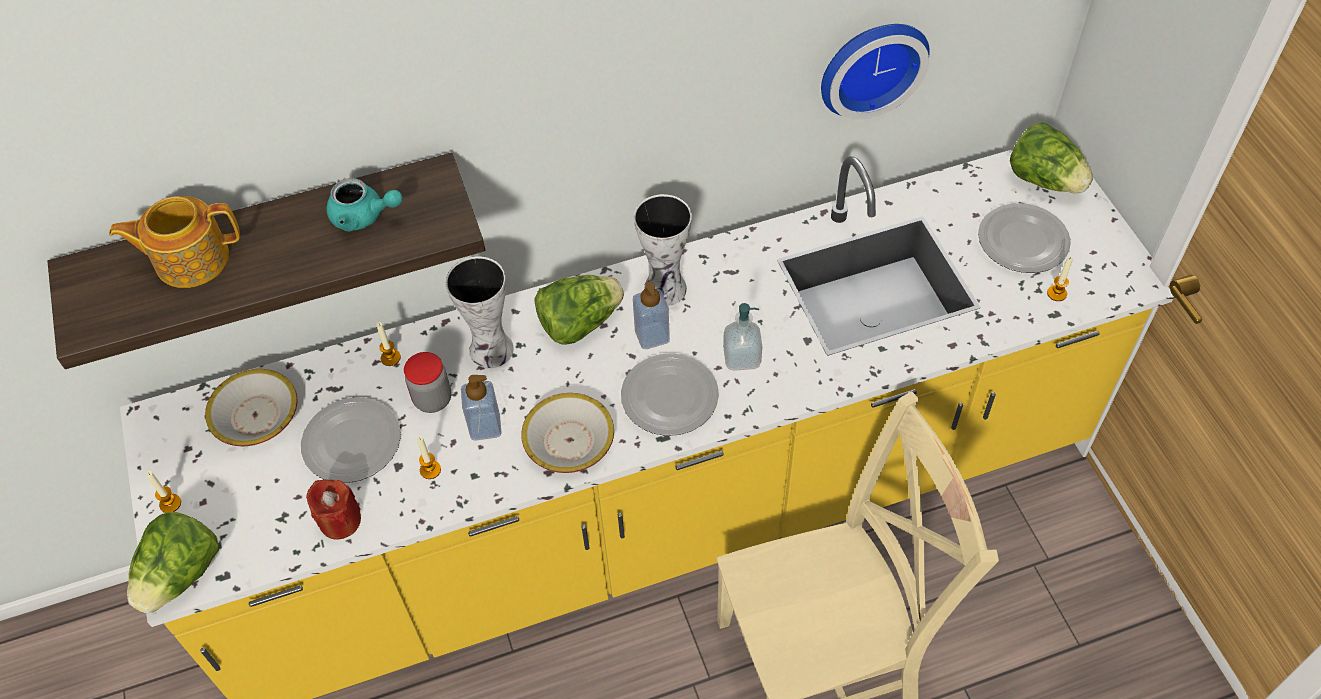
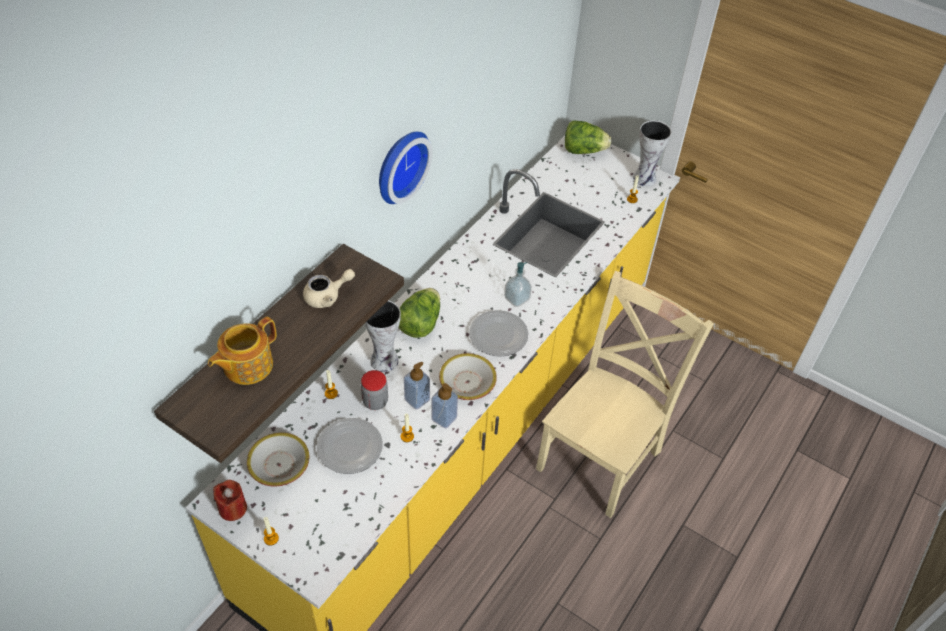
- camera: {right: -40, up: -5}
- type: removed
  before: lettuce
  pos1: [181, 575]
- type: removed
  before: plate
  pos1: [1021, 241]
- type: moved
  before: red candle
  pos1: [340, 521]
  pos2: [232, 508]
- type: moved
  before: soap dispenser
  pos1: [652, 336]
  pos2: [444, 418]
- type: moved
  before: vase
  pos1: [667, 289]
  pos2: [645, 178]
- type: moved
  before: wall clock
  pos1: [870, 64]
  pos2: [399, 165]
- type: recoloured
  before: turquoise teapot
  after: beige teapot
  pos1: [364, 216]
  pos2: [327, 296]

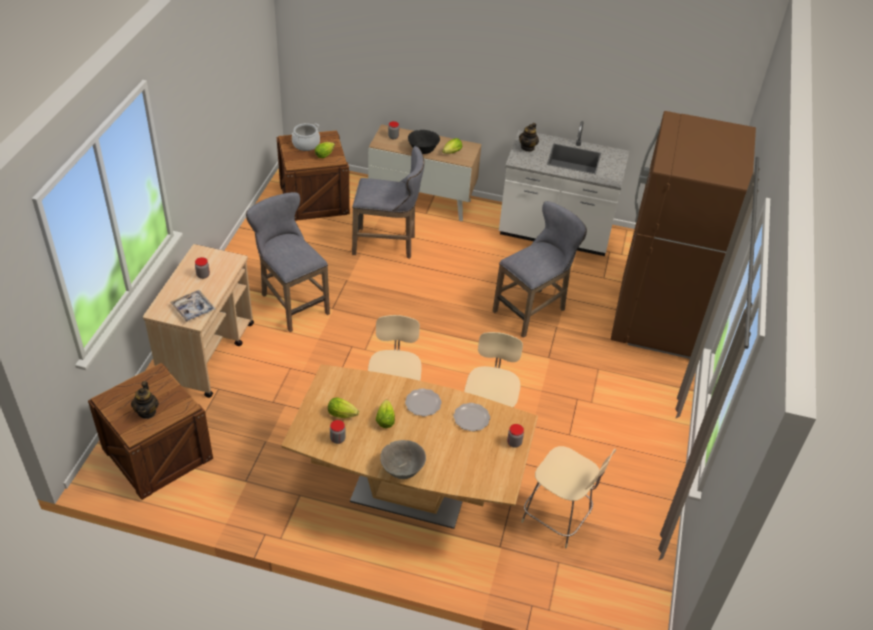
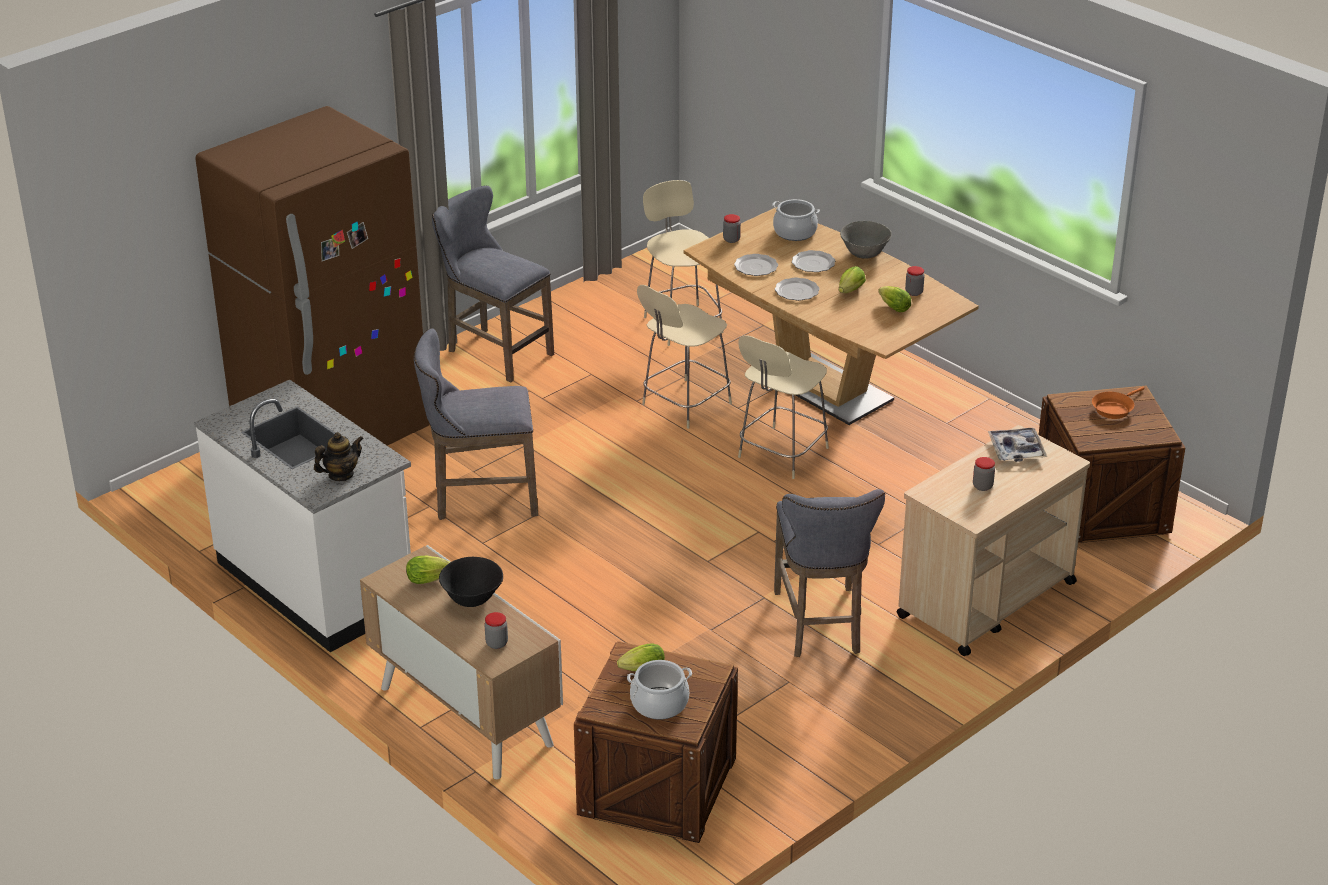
- camera: {right: -145, up: -10}
- type: added
  after: cooking pot
  pos2: [795, 232]
- type: added
  after: plate
  pos2: [814, 263]
- type: moved
  before: grey stool
  pos1: [387, 244]
  pos2: [494, 352]
- type: replaced
  before: teapot
  after: orange frying pan
  pos1: [147, 412]
  pos2: [1114, 408]

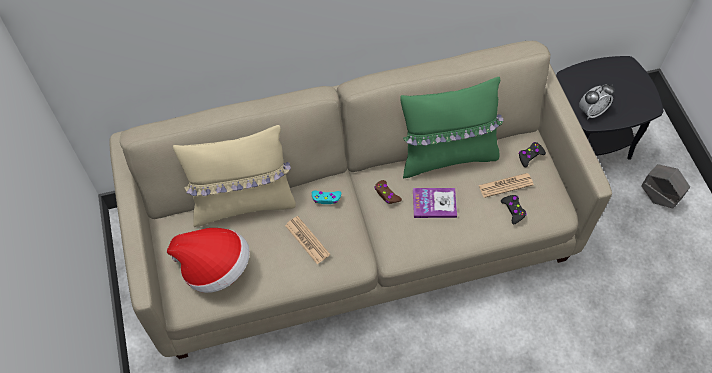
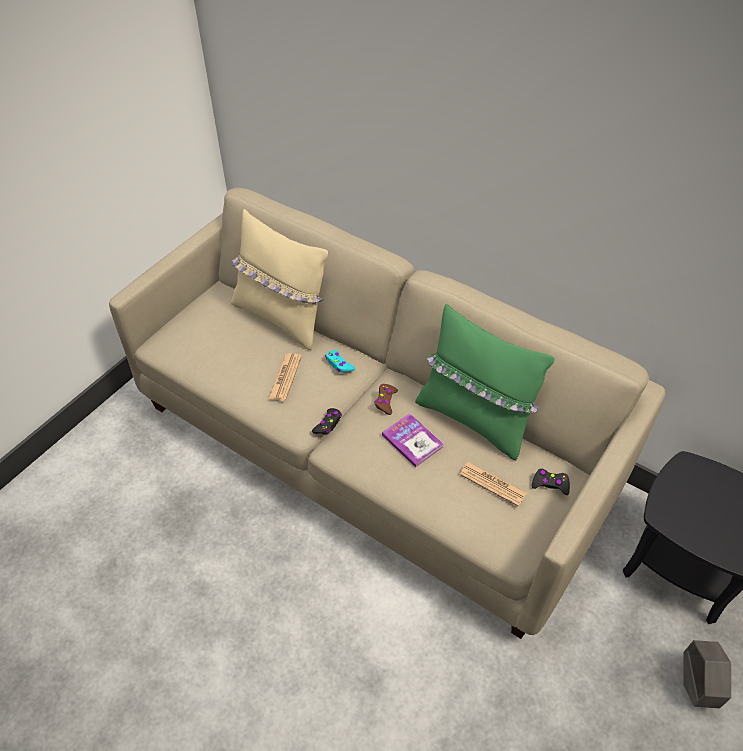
- camera: {right: 50, up: -10}
- type: removed
  before: hat
  pos1: [215, 268]
- type: removed
  before: alarm clock
  pos1: [591, 112]
- type: moved
  before: black game controller
  pos1: [513, 210]
  pos2: [328, 424]

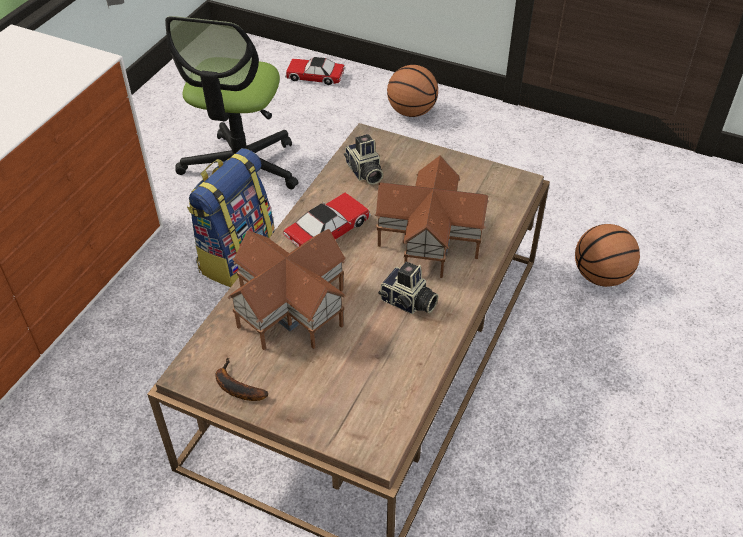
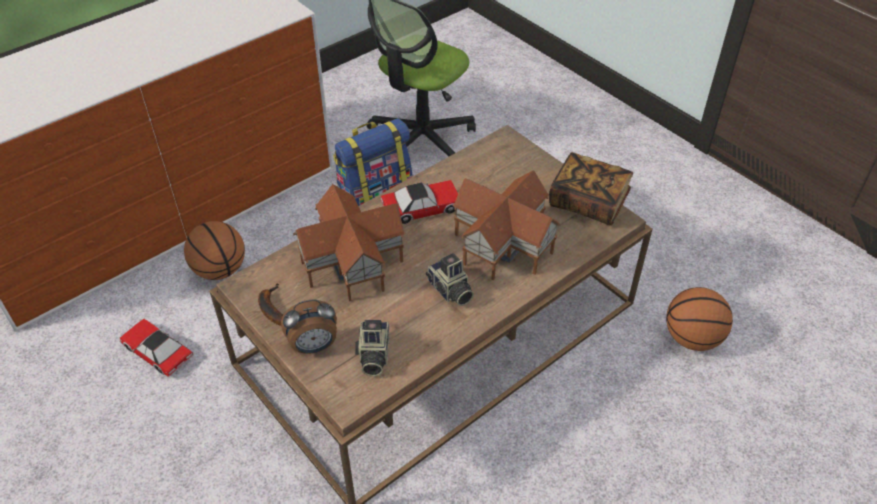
- camera: {right: 25, up: 0}
- type: added
  after: alarm clock
  pos2: [314, 346]
- type: added
  after: book
  pos2: [588, 202]
- type: moved
  before: toy car
  pos1: [315, 76]
  pos2: [158, 352]
- type: moved
  before: photo camera
  pos1: [364, 172]
  pos2: [373, 356]
- type: moved
  before: basketball
  pos1: [411, 112]
  pos2: [220, 270]

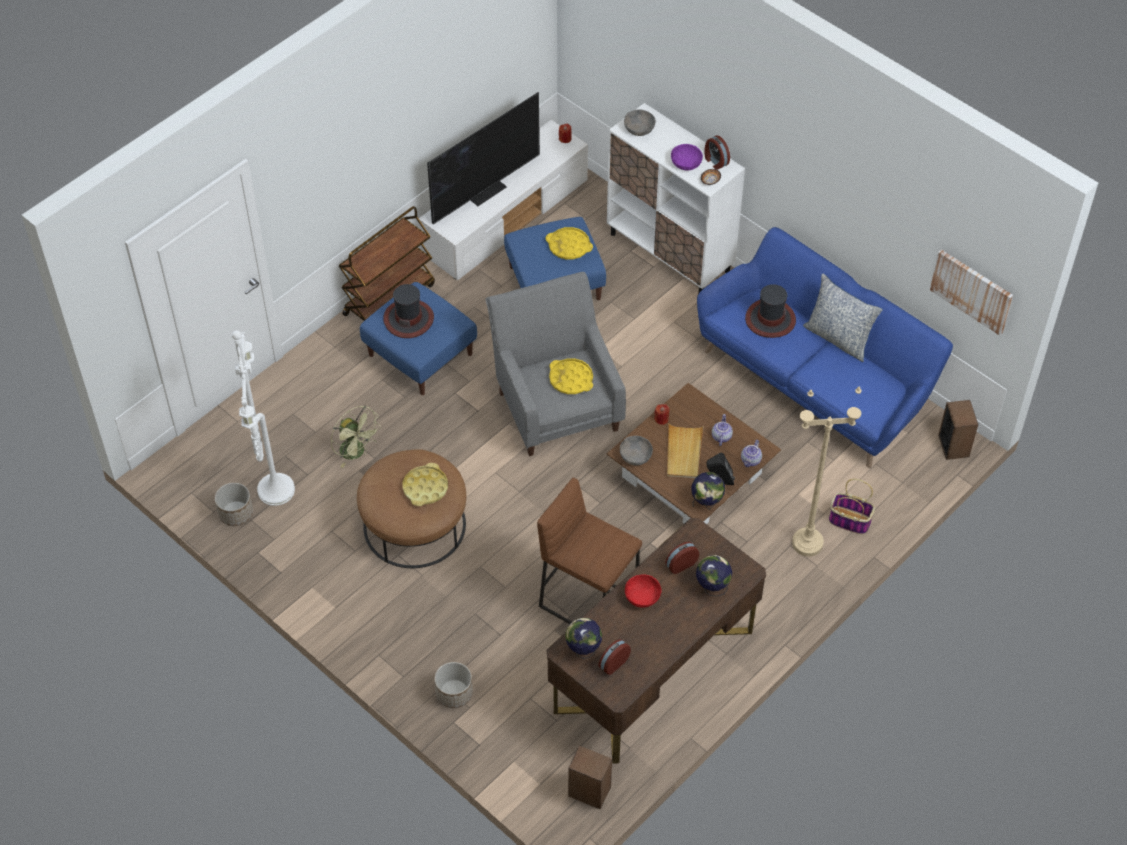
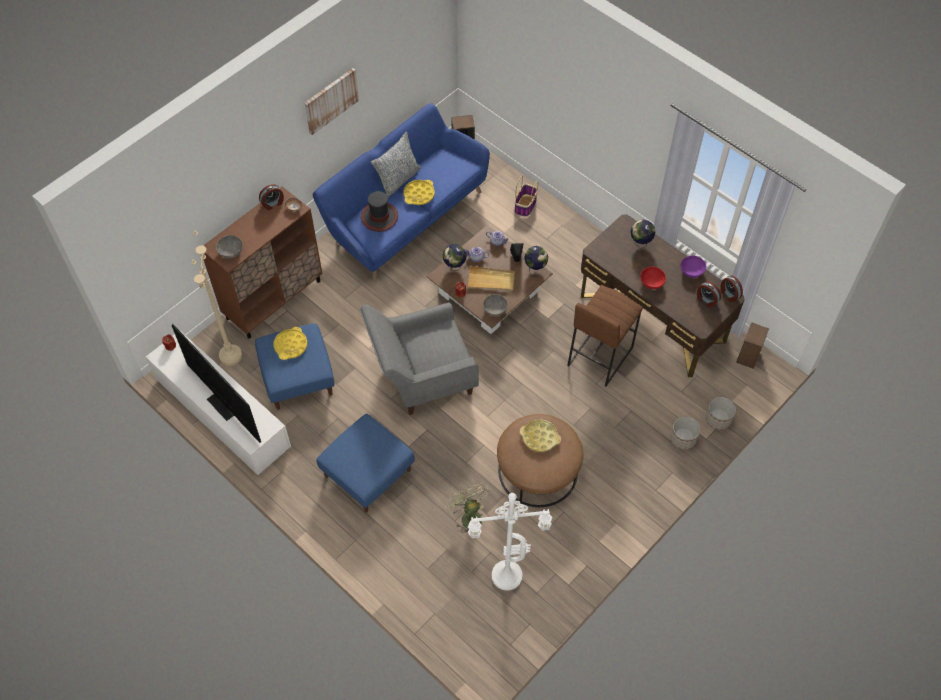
- camera: {right: -90, up: 5}
- type: removed
  before: brown cart
  pos1: [389, 298]
- type: removed
  before: hat
  pos1: [408, 318]
- type: moved
  before: planter
  pos1: [235, 513]
  pos2: [718, 419]
- type: moved
  before: yellow tray
  pos1: [571, 379]
  pos2: [419, 194]
- type: moved
  before: globe
  pos1: [583, 650]
  pos2: [454, 266]
- type: moved
  before: alarm clock
  pos1: [680, 564]
  pos2: [729, 294]
- type: moved
  before: purple bowl
  pos1: [686, 164]
  pos2: [692, 271]
- type: moved
  before: beige floor lamp
  pos1: [807, 543]
  pos2: [230, 355]
- type: moved
  before: picture
  pos1: [972, 291]
  pos2: [331, 100]
- type: recoloured
  before: white cabinet
  after: brown cabinet
  pos1: [670, 253]
  pos2: [274, 299]
- type: turned
  before: green fan
  pos1: [356, 452]
  pos2: [468, 516]
  turn: -75

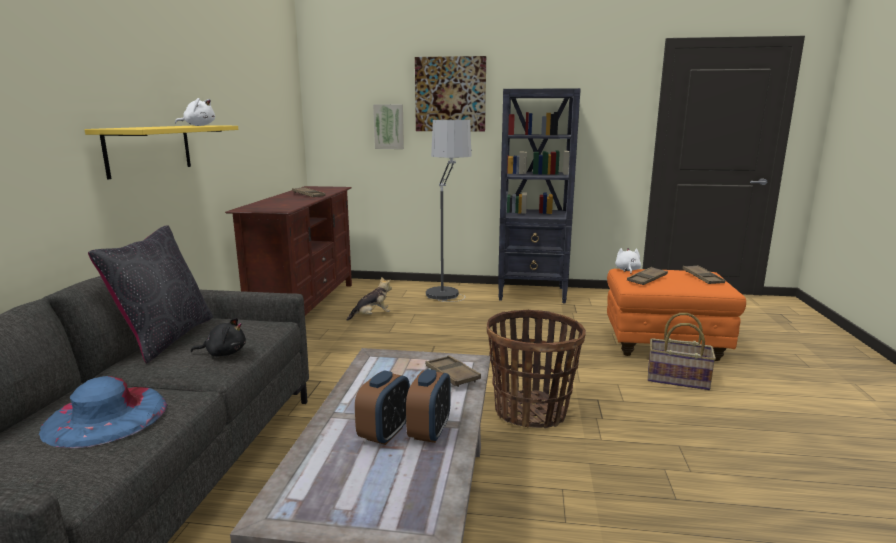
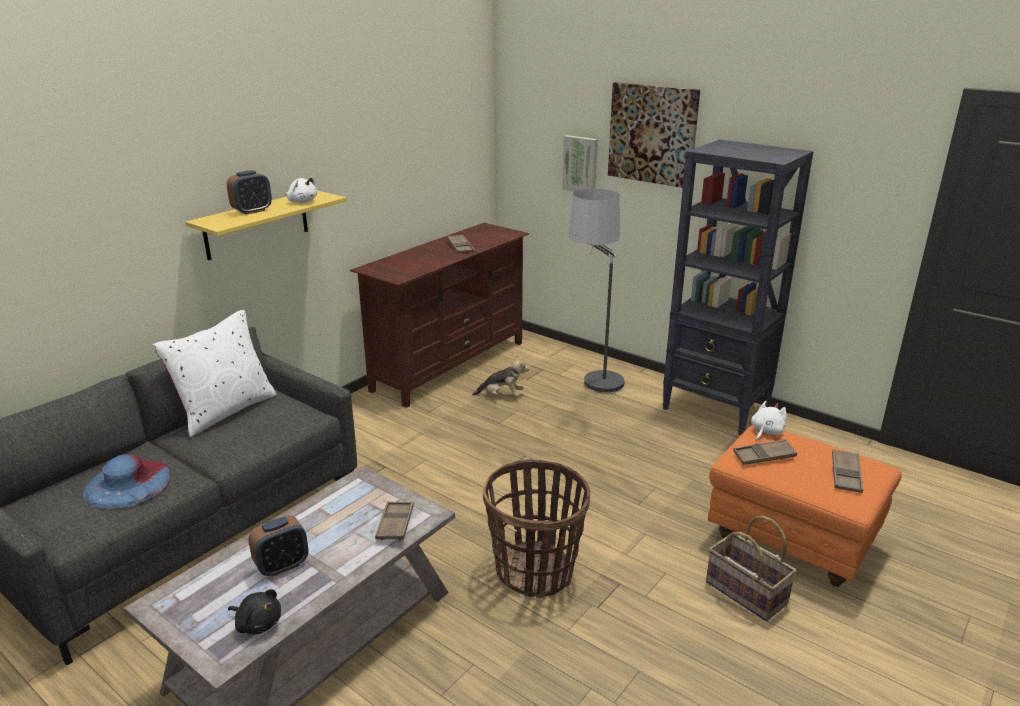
- camera: {right: 30, up: 10}
- type: moved
  before: black plush toy
  pos1: [224, 353]
  pos2: [258, 623]
- type: moved
  before: alarm clock
  pos1: [429, 432]
  pos2: [252, 211]
- type: recoloured
  before: black pillow
  after: white pillow
  pos1: [165, 338]
  pos2: [225, 411]

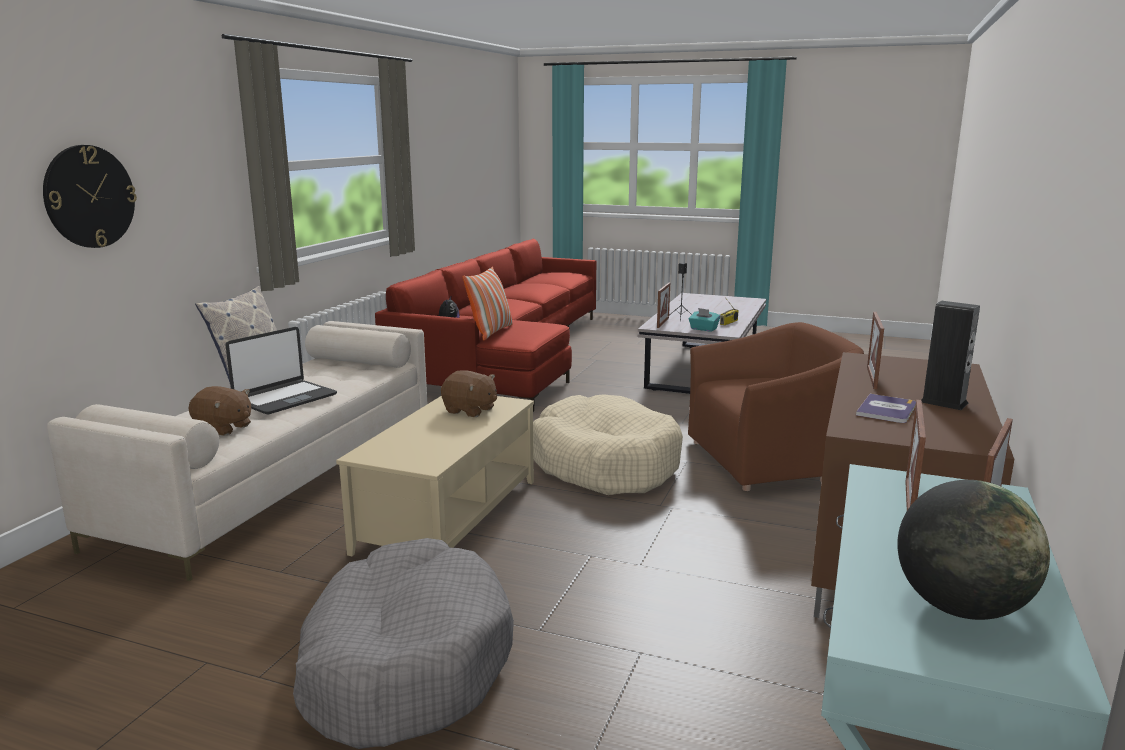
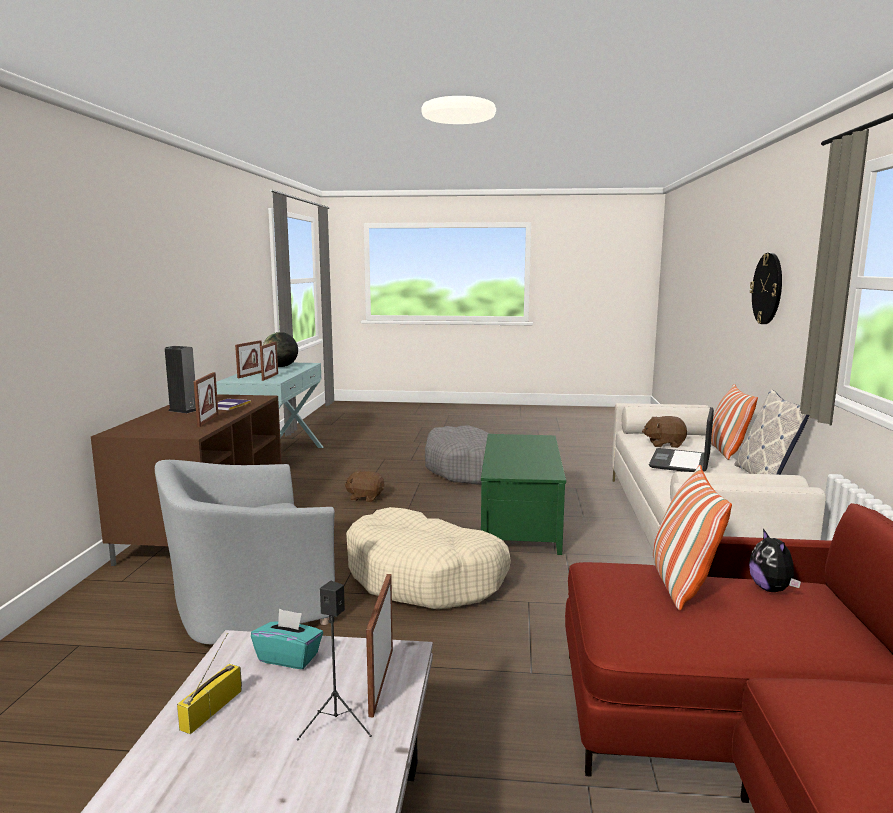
- camera: {right: 165, up: -5}
- type: added
  after: pillow
  pos2: [725, 451]
- type: moved
  before: brown plush toy
  pos1: [470, 410]
  pos2: [365, 497]
- type: recoloured
  before: beige coffee table
  after: green coffee table
  pos1: [447, 515]
  pos2: [521, 521]
- type: recoloured
  before: brown armchair
  after: grey armchair
  pos1: [766, 460]
  pos2: [248, 605]

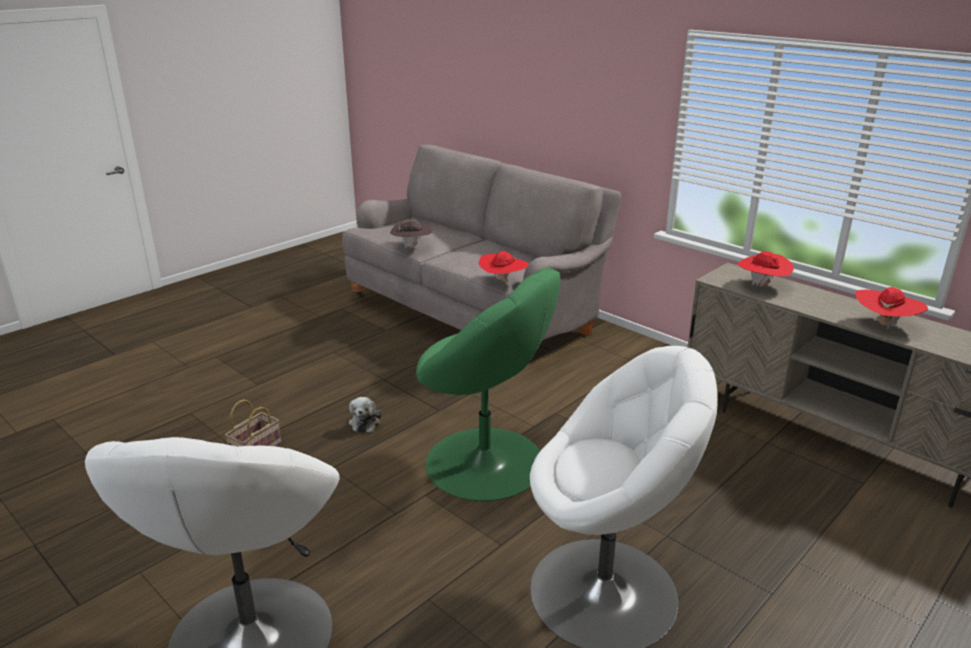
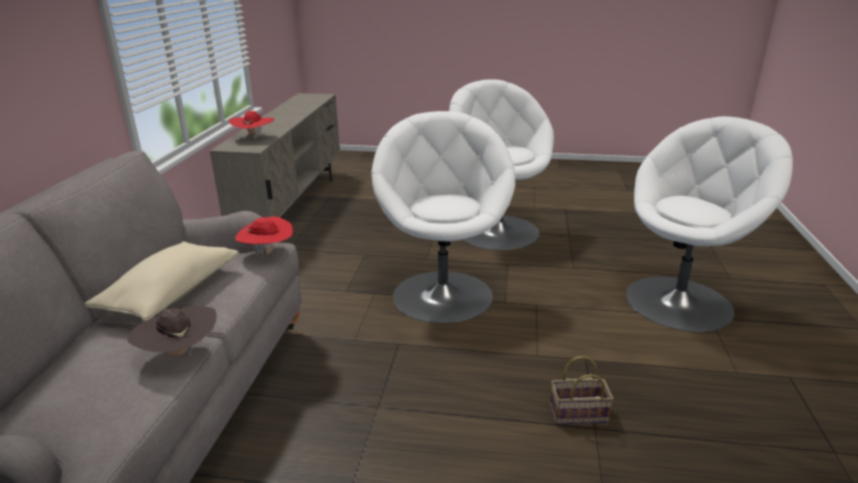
- camera: {right: -125, up: 0}
- type: removed
  before: plush toy
  pos1: [365, 422]
- type: removed
  before: red hat
  pos1: [884, 325]
- type: added
  after: beige pillow
  pos2: [171, 294]
- type: recoloured
  before: green armchair
  after: white armchair
  pos1: [486, 463]
  pos2: [443, 294]

